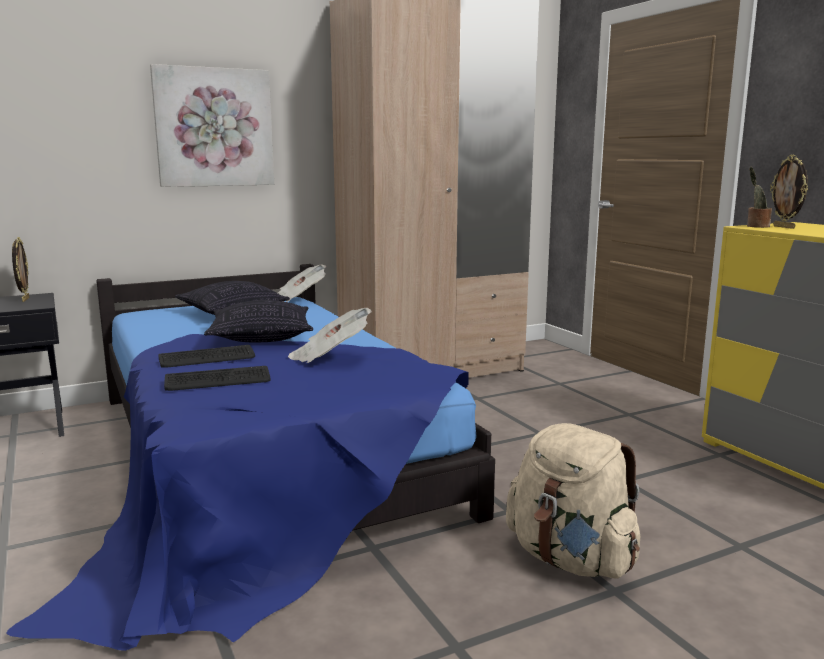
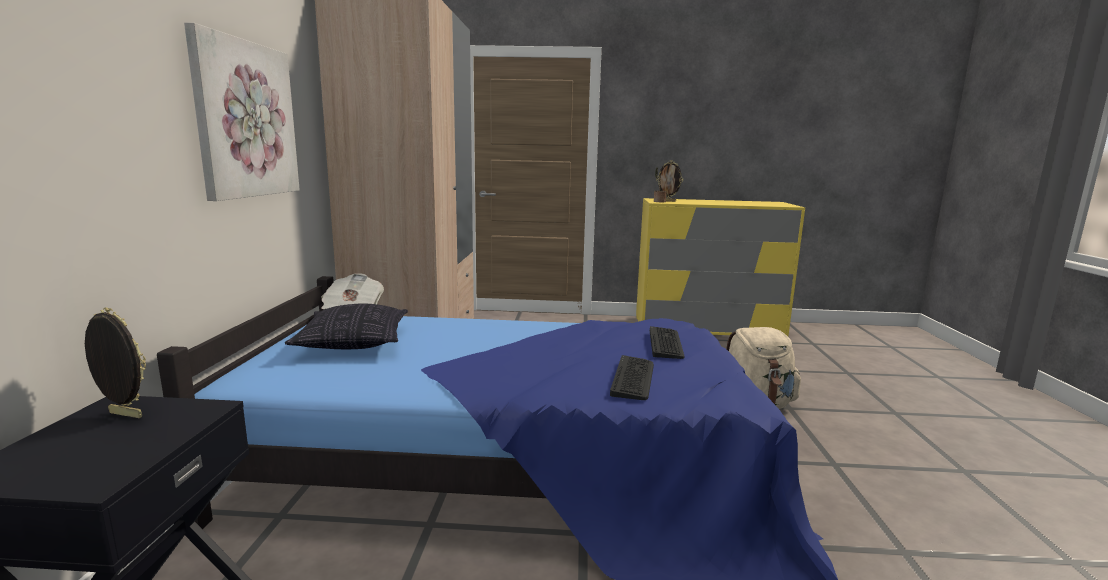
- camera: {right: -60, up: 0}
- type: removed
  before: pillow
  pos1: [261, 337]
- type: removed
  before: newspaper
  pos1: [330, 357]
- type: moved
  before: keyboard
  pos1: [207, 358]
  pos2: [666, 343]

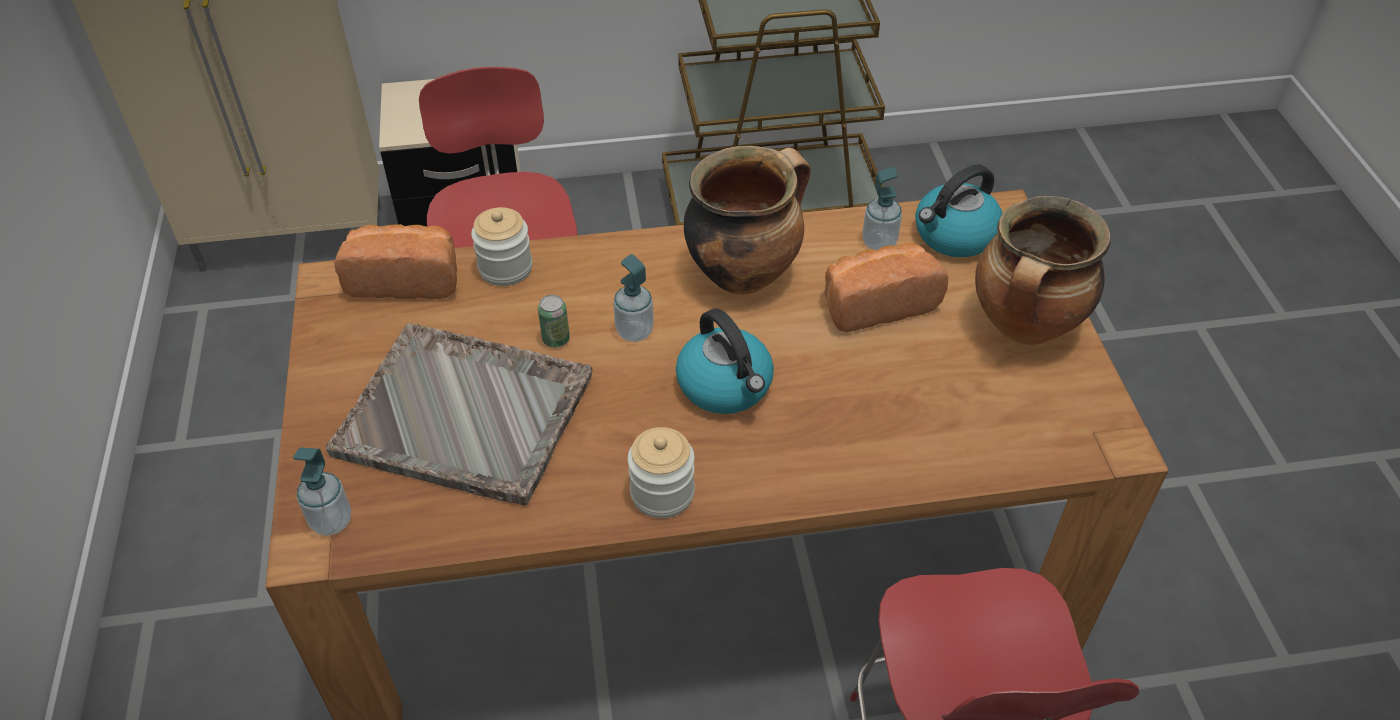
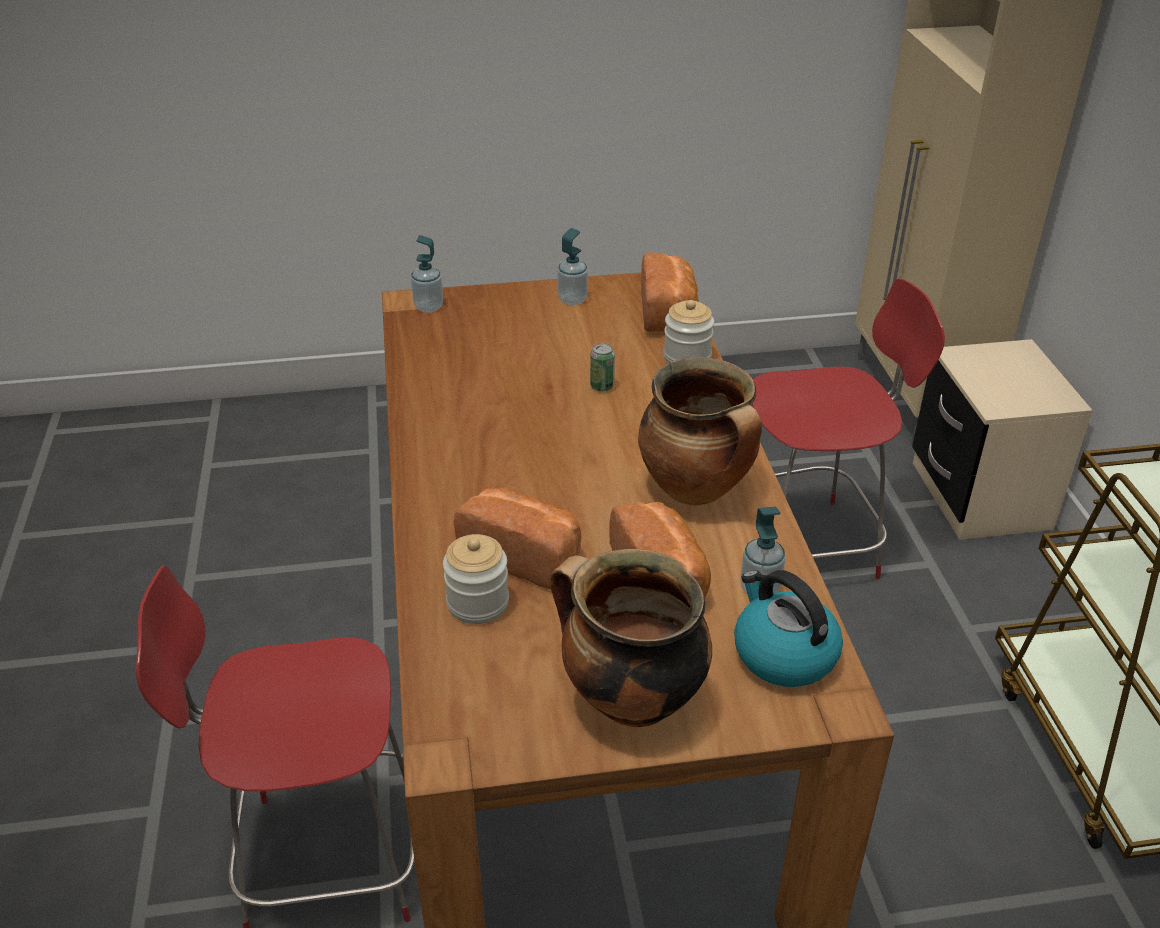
- camera: {right: 90, up: -10}
- type: removed
  before: grey tray
  pos1: [467, 416]
- type: removed
  before: kettle
  pos1: [726, 386]
- type: added
  after: bread
  pos2: [524, 555]
- type: moved
  before: soap dispenser
  pos1: [634, 331]
  pos2: [572, 300]
- type: moved
  before: jar
  pos1: [662, 493]
  pos2: [478, 603]

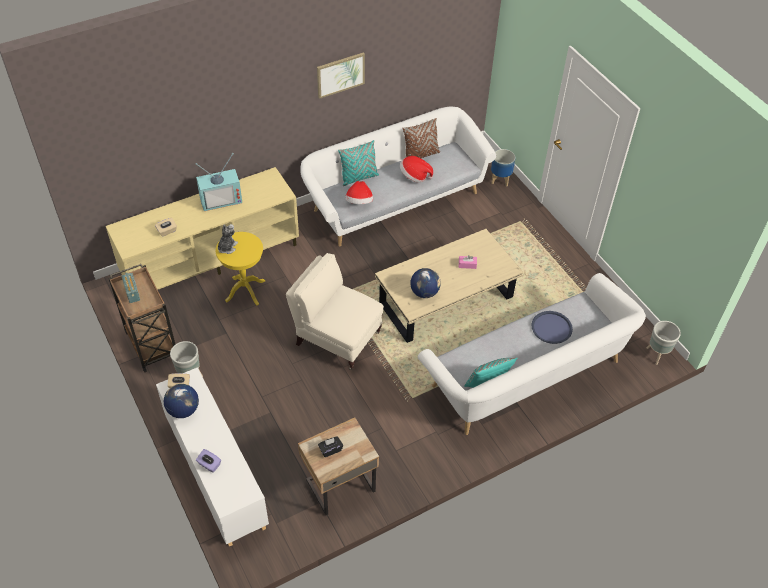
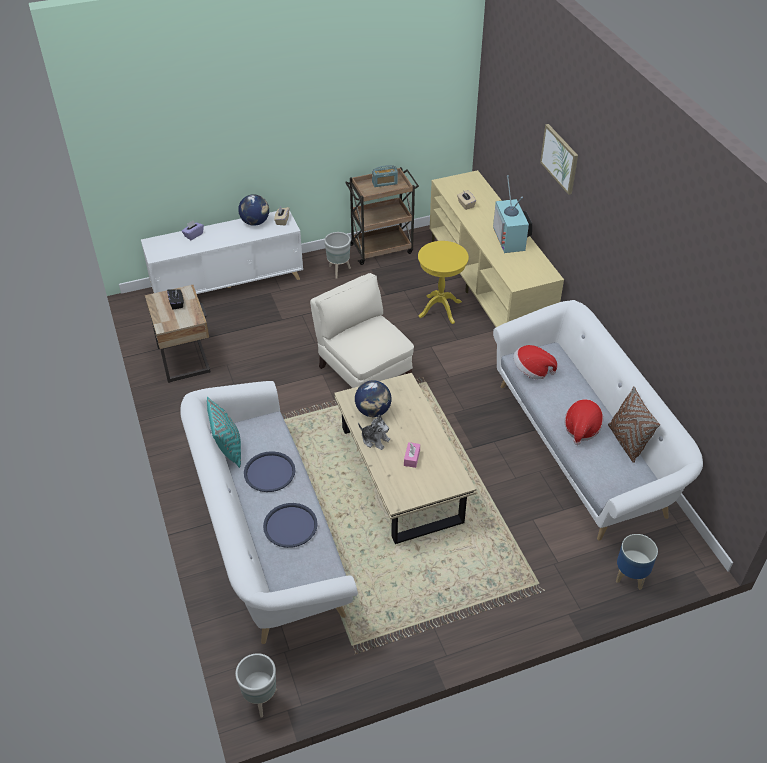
- camera: {right: 100, up: -5}
- type: removed
  before: turquoise pillow
  pos1: [359, 177]
- type: added
  after: blue tray
  pos2: [269, 472]
- type: moved
  before: plush toy
  pos1: [227, 247]
  pos2: [375, 440]
- type: moved
  before: picture
  pos1: [340, 74]
  pos2: [560, 158]
- type: turned
  before: beige armchair
  pos1: [336, 337]
  pos2: [363, 372]
  turn: -75

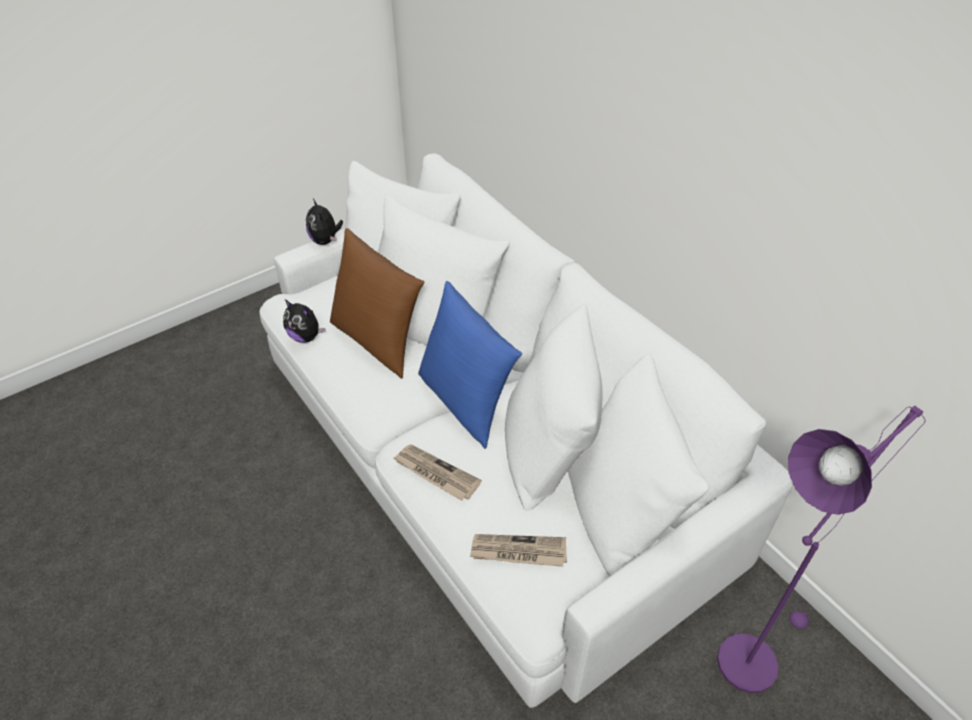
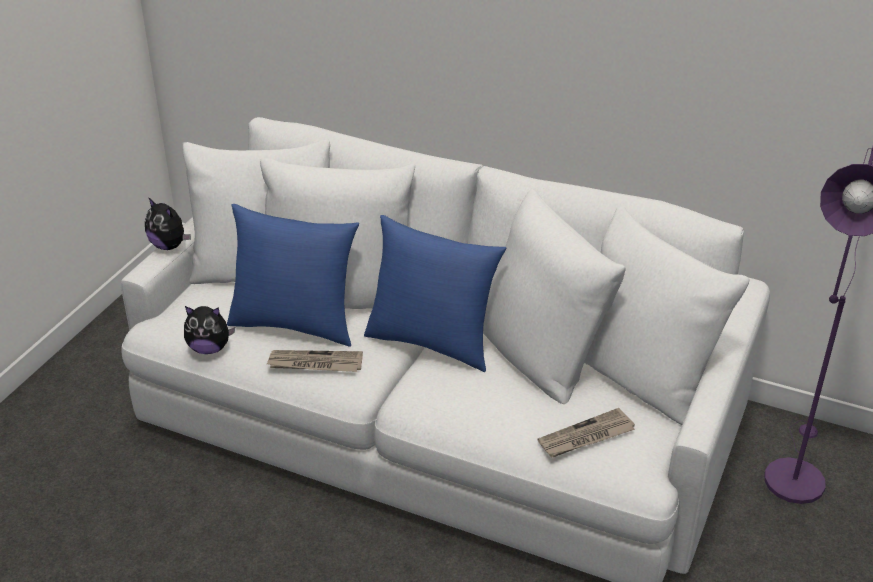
- camera: {right: -30, up: -10}
- type: moved
  before: newspaper
  pos1: [435, 474]
  pos2: [315, 364]
- type: recoloured
  before: brown pillow
  after: blue pillow
  pos1: [378, 340]
  pos2: [295, 323]

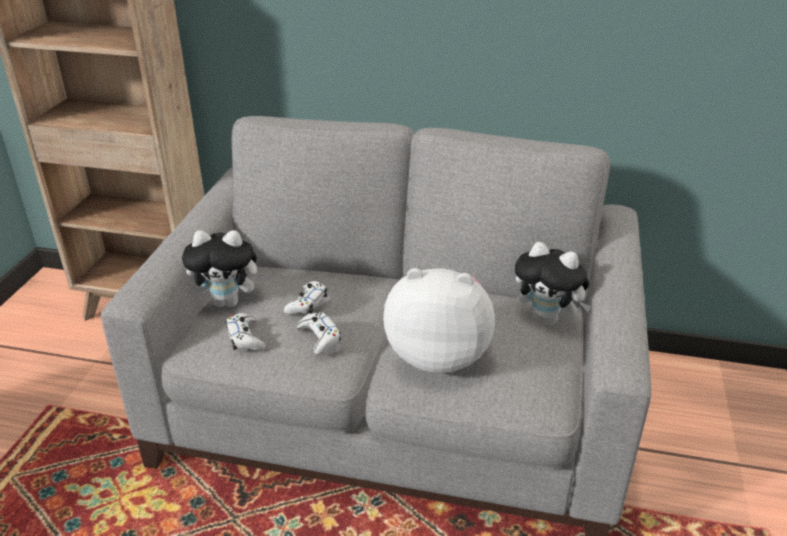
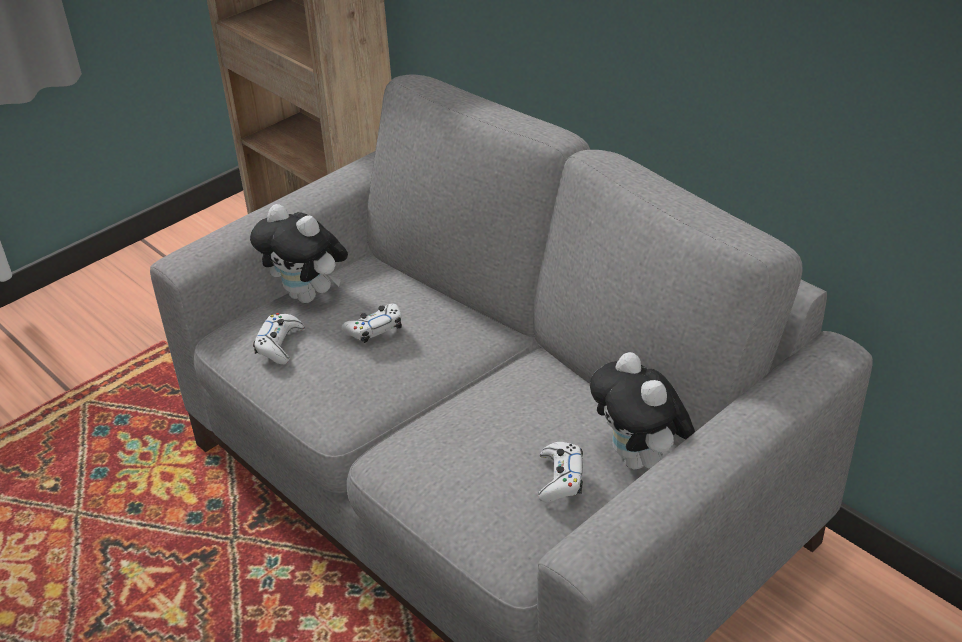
- camera: {right: 35, up: 5}
- type: removed
  before: plush toy
  pos1: [438, 355]
- type: moved
  before: white game controller
  pos1: [319, 337]
  pos2: [560, 478]

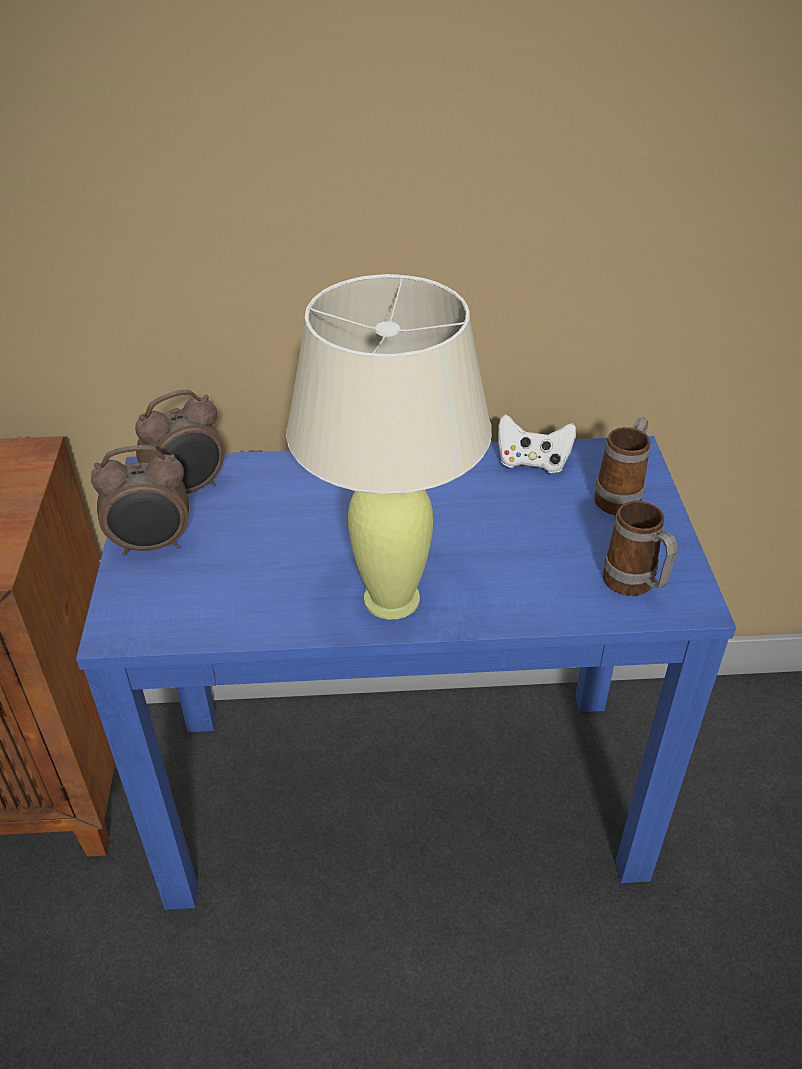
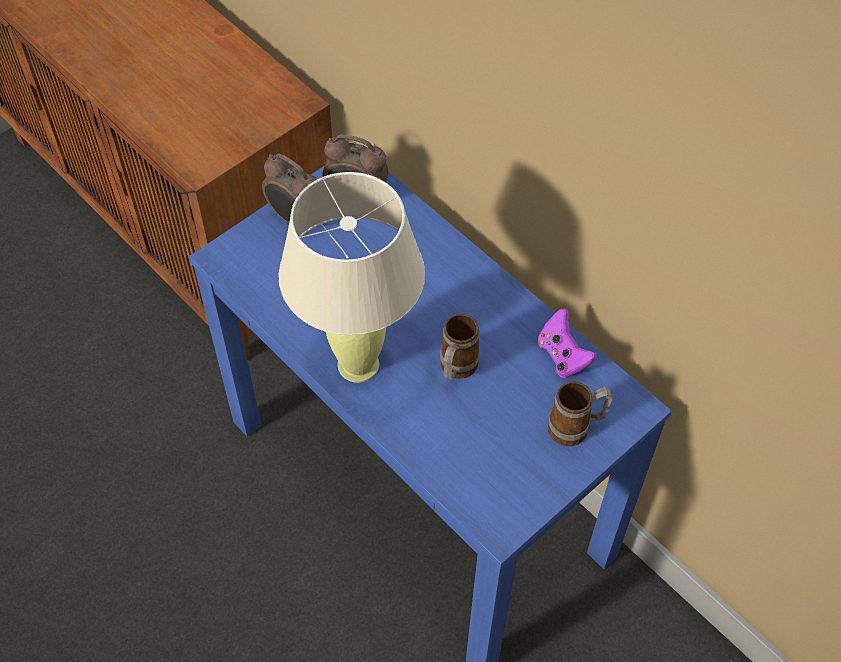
- camera: {right: 50, up: 15}
- type: moved
  before: mug
  pos1: [634, 586]
  pos2: [455, 370]
- type: recoloured
  before: white game controller
  after: purple game controller
  pos1: [532, 462]
  pos2: [563, 356]

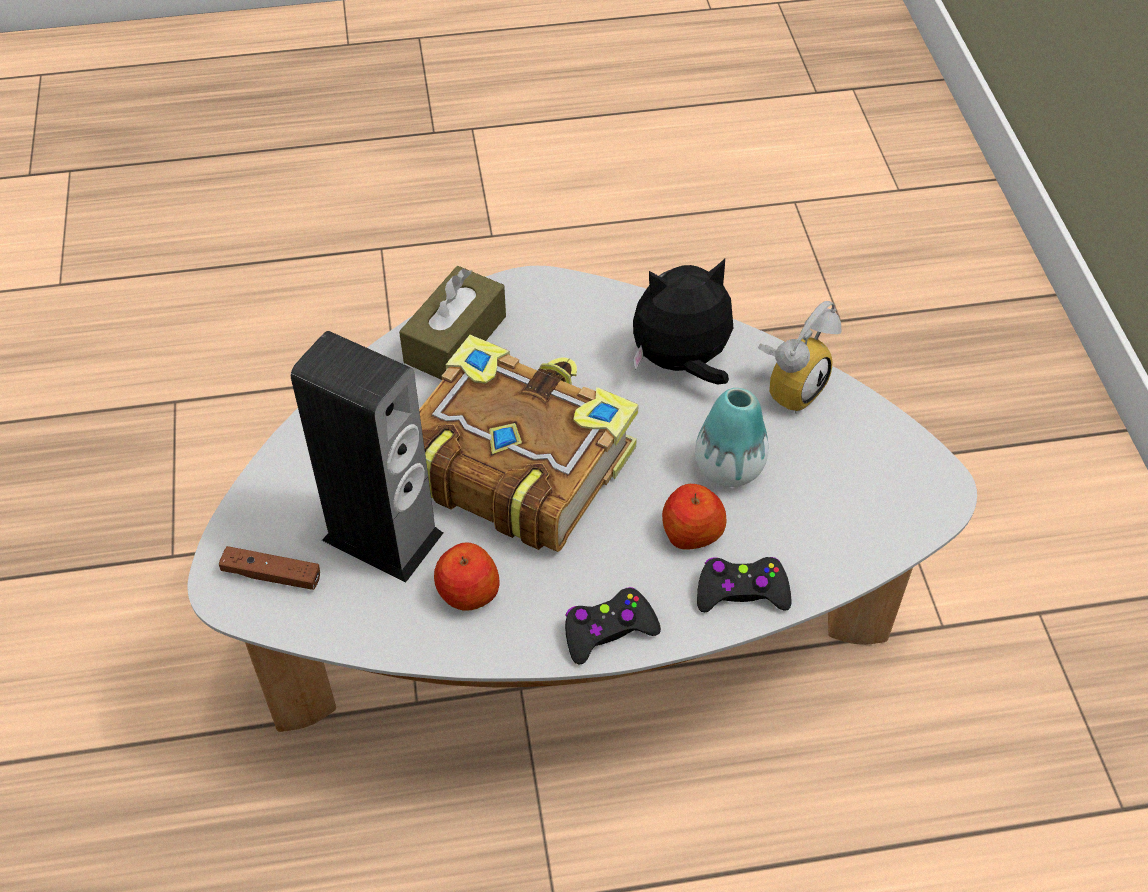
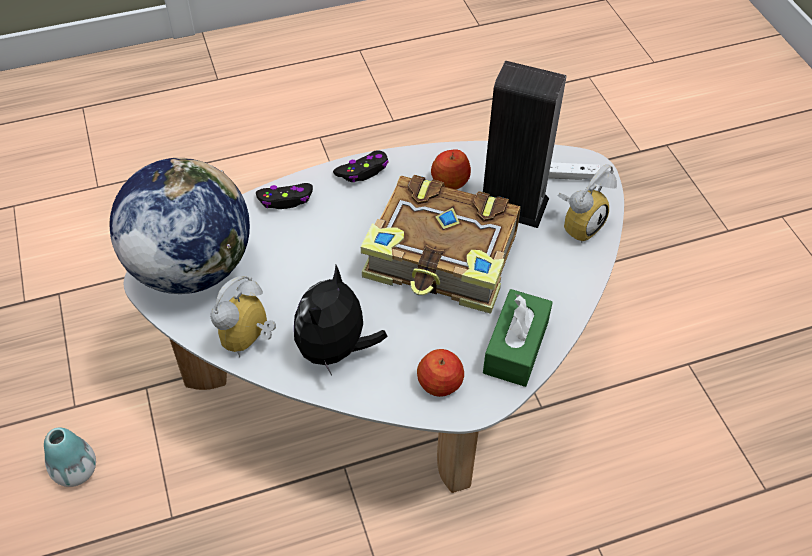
- camera: {right: 170, up: 0}
- type: added
  after: globe
  pos2: [191, 267]
- type: added
  after: alarm clock
  pos2: [579, 224]
- type: moved
  before: apple
  pos1: [691, 532]
  pos2: [440, 383]
- type: moved
  before: vase
  pos1: [728, 468]
  pos2: [76, 471]
- type: recoloured
  before: brown game controller
  after: white game controller
  pos1: [272, 575]
  pos2: [569, 176]
- type: recoloured
  before: brown tissue box
  after: green tissue box
  pos1: [455, 339]
  pos2: [516, 347]
- type: turned
  before: plush toy
  pos1: [681, 363]
  pos2: [335, 350]
  turn: 135

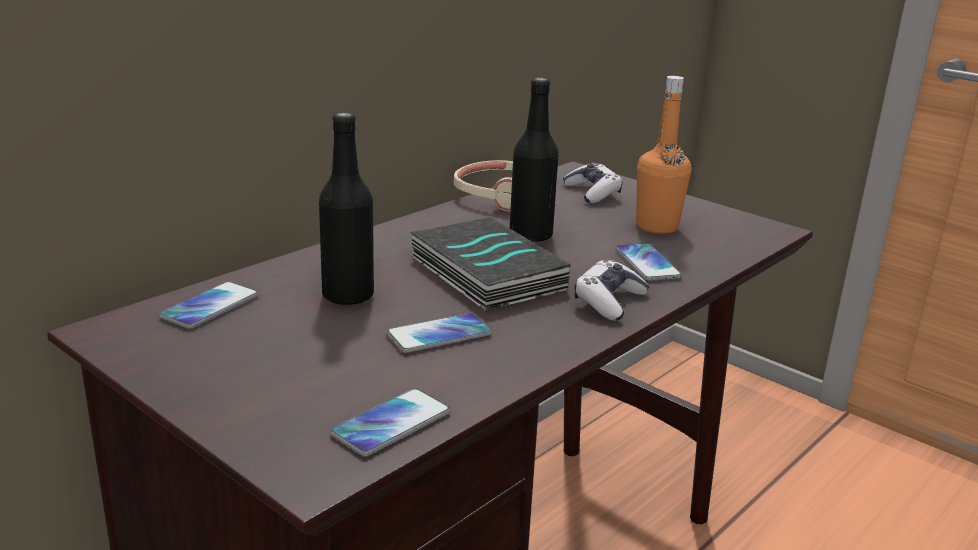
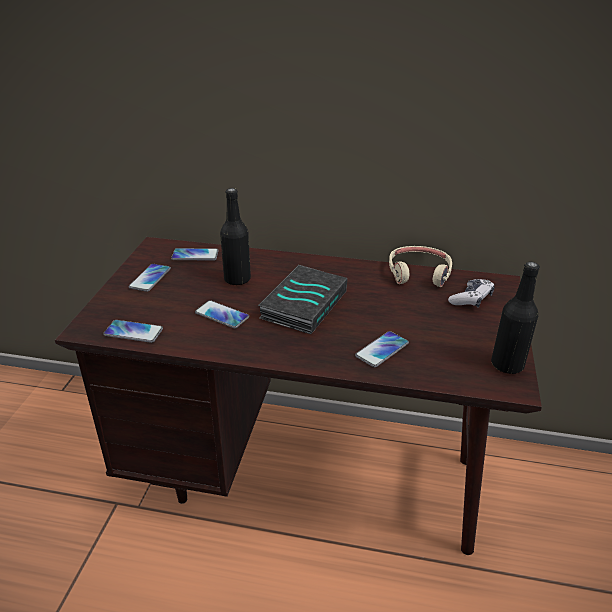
- camera: {right: 60, up: 10}
- type: removed
  before: game controller
  pos1: [609, 301]
- type: removed
  before: orange bottle
  pos1: [657, 226]
- type: added
  after: phone
  pos2: [150, 278]
- type: moved
  before: black bottle
  pos1: [530, 235]
  pos2: [507, 365]

